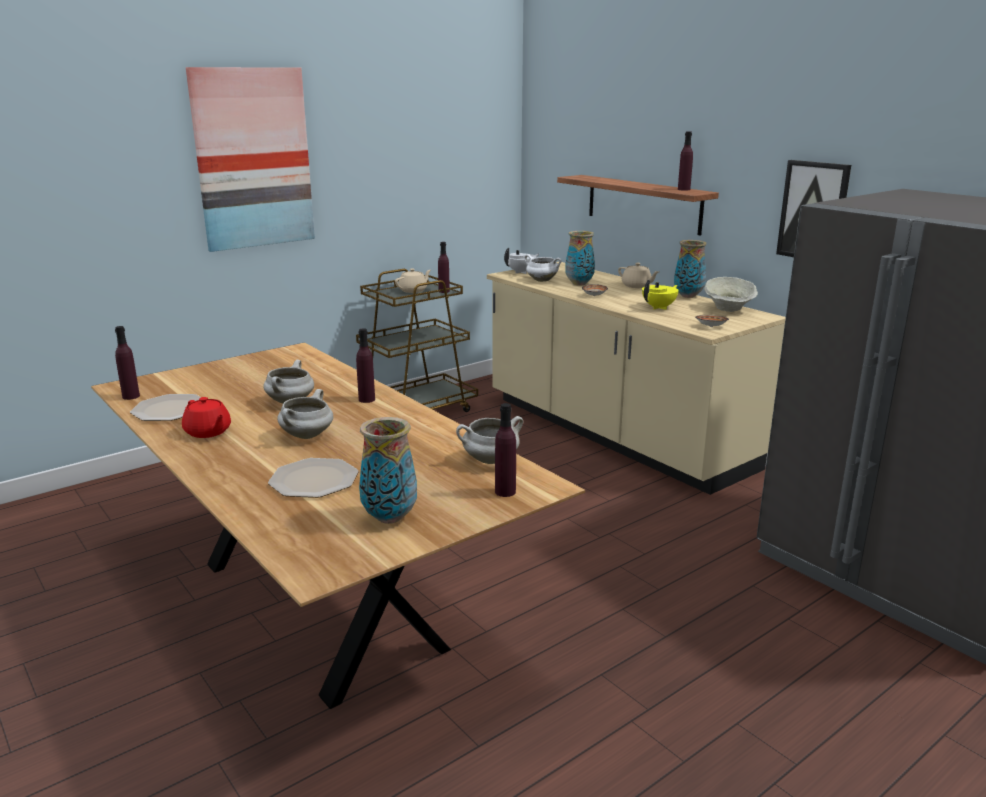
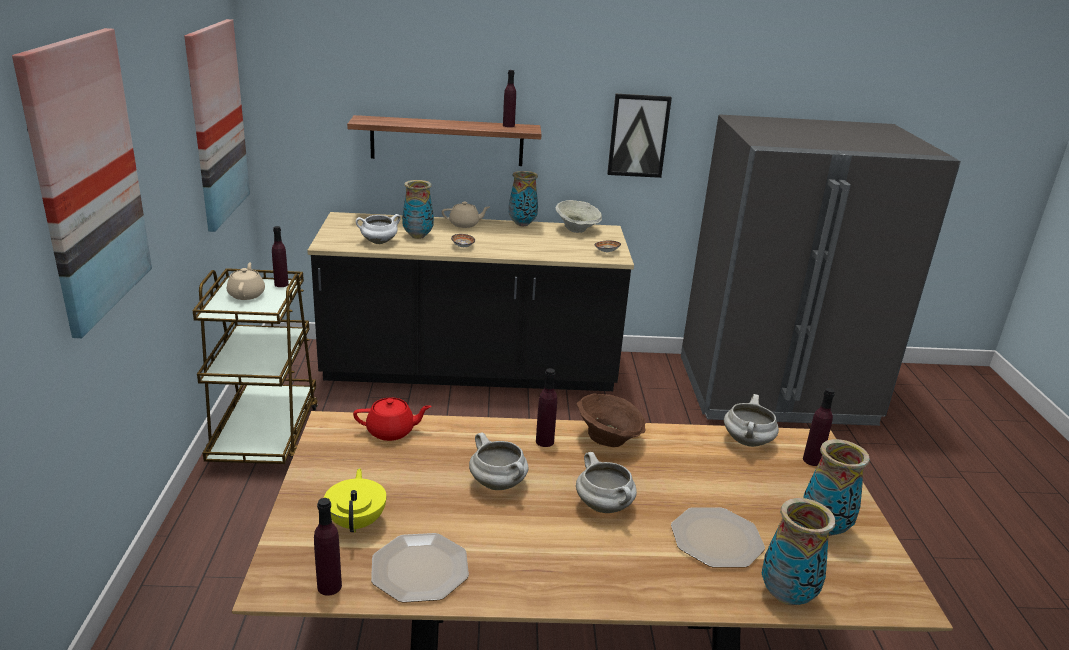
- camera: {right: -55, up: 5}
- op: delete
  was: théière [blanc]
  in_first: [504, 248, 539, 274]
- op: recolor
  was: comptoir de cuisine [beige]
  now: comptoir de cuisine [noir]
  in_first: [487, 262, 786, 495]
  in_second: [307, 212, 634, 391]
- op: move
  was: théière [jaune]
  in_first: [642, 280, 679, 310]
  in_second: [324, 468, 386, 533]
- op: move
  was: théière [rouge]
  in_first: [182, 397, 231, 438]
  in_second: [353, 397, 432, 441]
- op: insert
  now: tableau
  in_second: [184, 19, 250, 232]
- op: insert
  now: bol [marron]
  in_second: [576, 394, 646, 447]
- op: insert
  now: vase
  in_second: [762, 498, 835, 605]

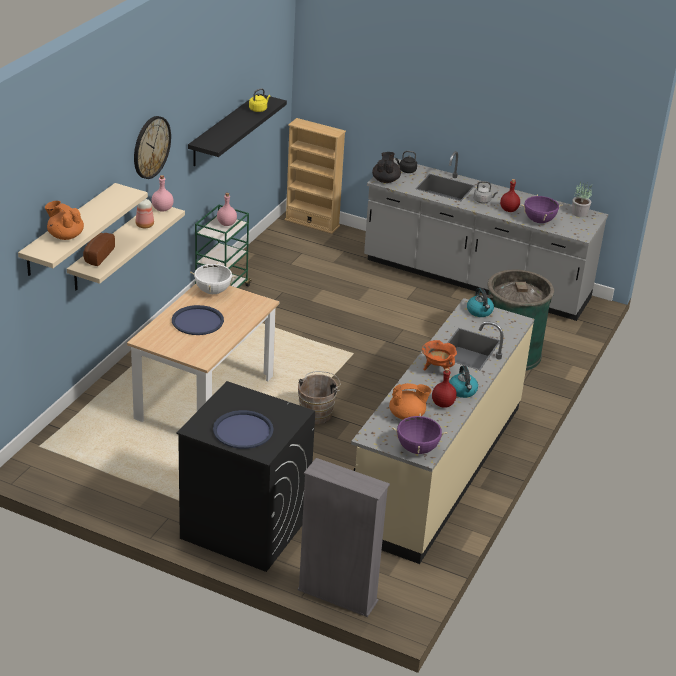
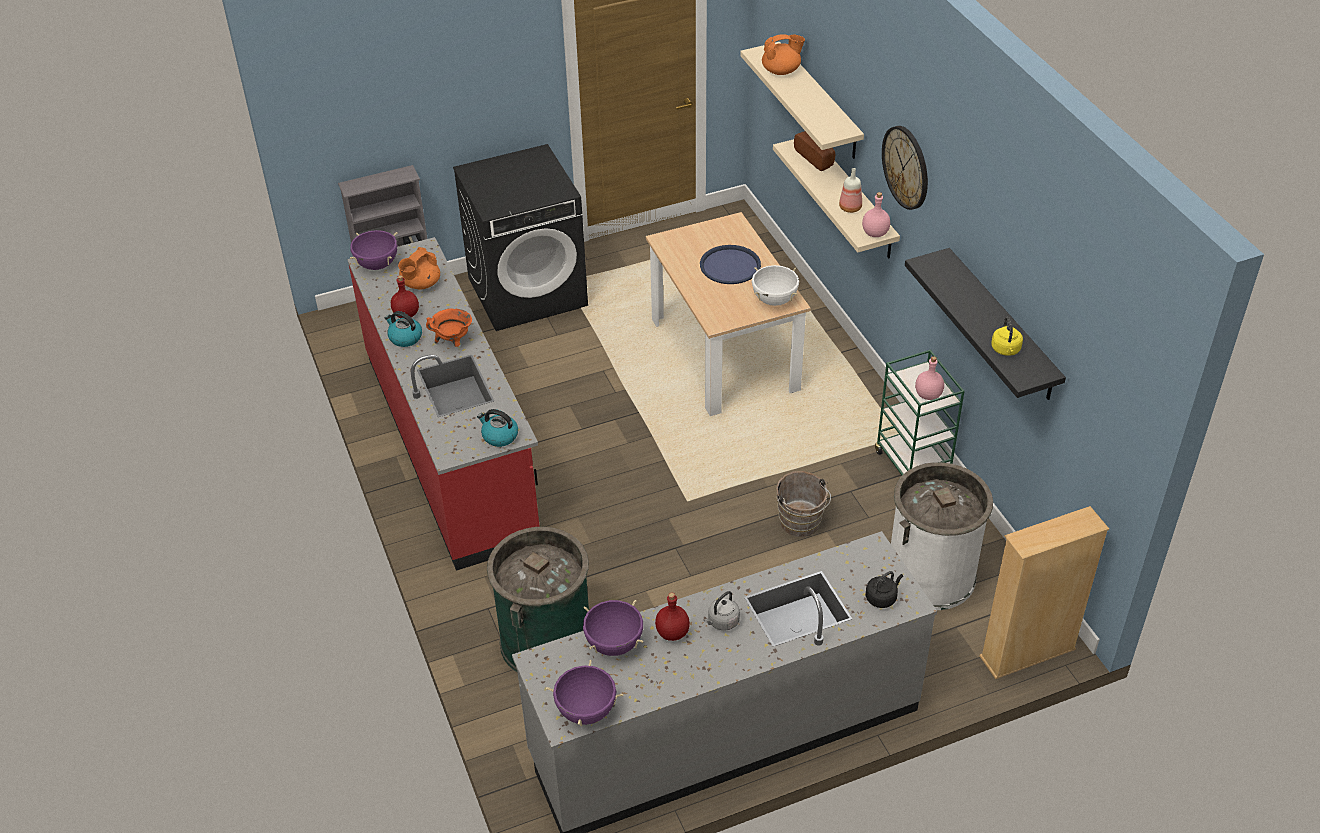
- camera: {right: 135, up: 10}
- op: delete
  was: théière [noir]
  in_first: [372, 152, 401, 183]
- op: replace
  was: plante en pot
  now: marmite [violet]
  in_first: [572, 182, 592, 217]
  in_second: [546, 660, 624, 726]
- op: recolor
  was: comptoir de cuisine [beige]
  now: comptoir de cuisine [rouge]
  in_first: [351, 298, 534, 564]
  in_second: [347, 237, 540, 571]
- op: move
  was: seau [marron]
  in_first: [298, 371, 341, 424]
  in_second: [776, 471, 831, 537]
- op: delete
  was: plateau [bleu]
  in_first: [213, 410, 274, 449]
- op: insert
  now: poubelle [blanc]
  in_second: [891, 462, 993, 610]

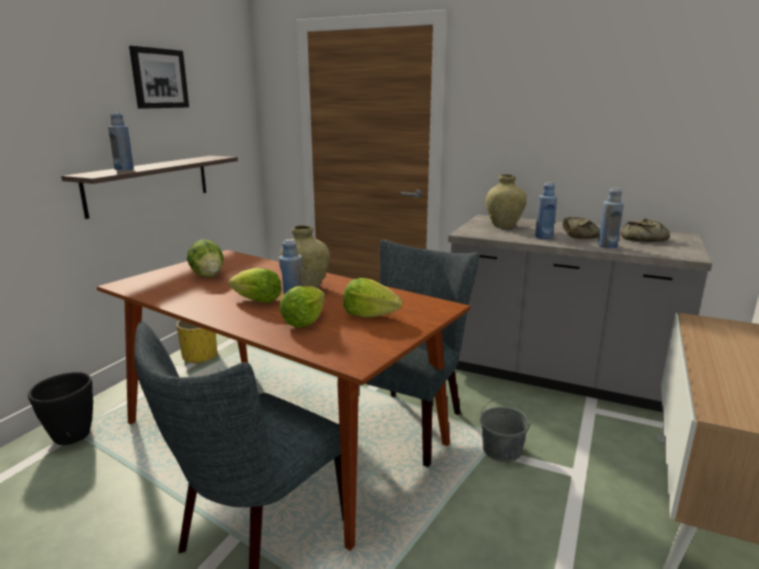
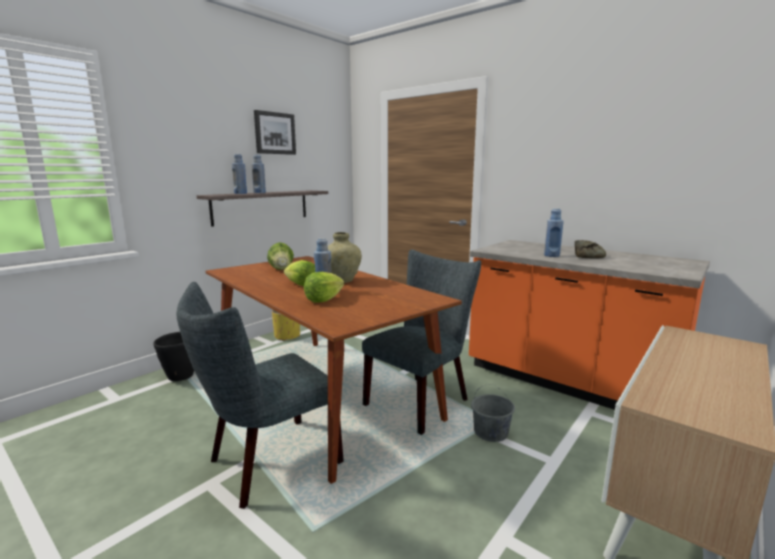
- camera: {right: 15, up: -5}
- op: delete
  was: vase [beige]
  in_first: [486, 174, 527, 228]
- op: move
  was: bouteille [bleu]
  in_first: [598, 188, 624, 249]
  in_second: [251, 154, 266, 193]
- op: recolor
  was: comptoir de cuisine [gris]
  now: comptoir de cuisine [orange]
  in_first: [448, 215, 712, 412]
  in_second: [469, 240, 710, 410]
- op: delete
  was: pain
  in_first: [620, 219, 670, 242]
- op: delete
  was: laitue
  in_first: [343, 278, 402, 318]

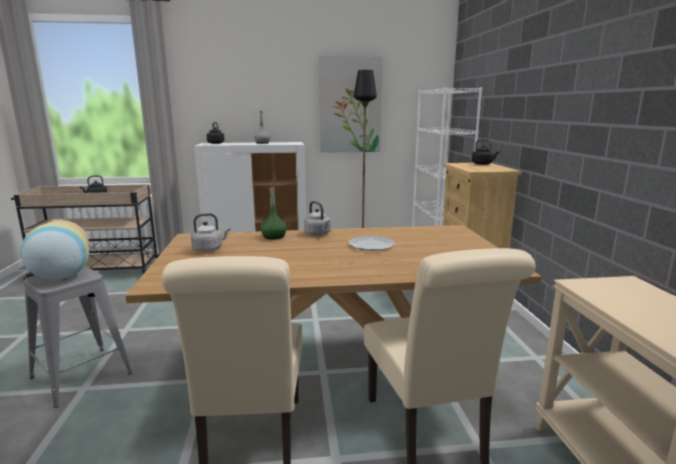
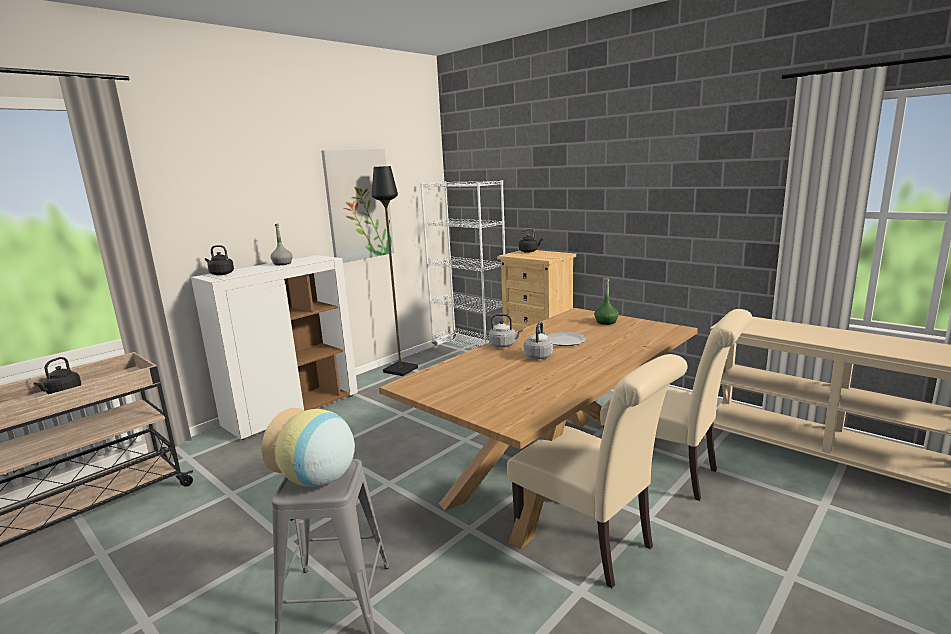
- camera: {right: -40, up: 0}
- op: move
  was: bouteille [vert]
  in_first: [260, 186, 287, 239]
  in_second: [594, 278, 619, 325]
- op: move
  was: bouilloire [gris]
  in_first: [191, 213, 231, 252]
  in_second: [524, 322, 553, 359]

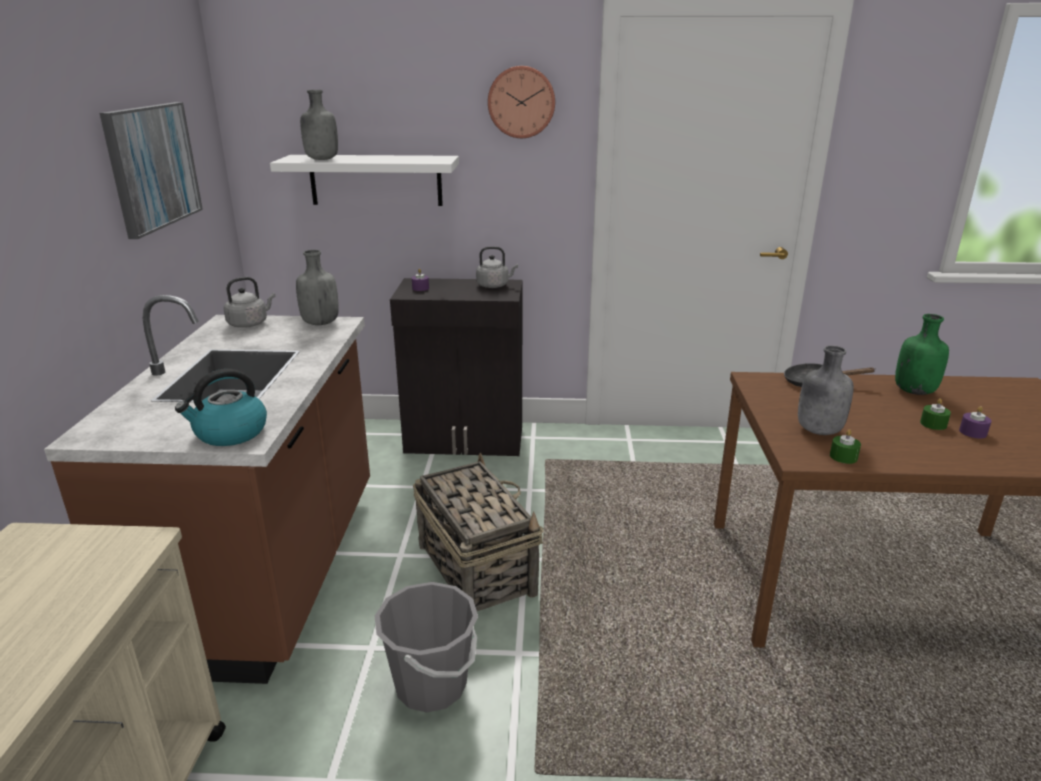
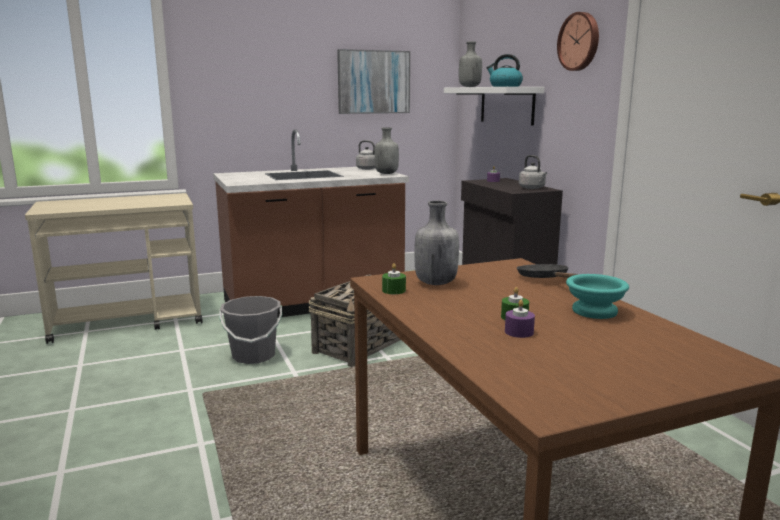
- camera: {right: 65, up: -10}
- op: replace
  was: bouteille [vert]
  now: bol [turquoise]
  in_first: [895, 314, 949, 395]
  in_second: [566, 274, 629, 319]
- op: move
  was: bouilloire
  in_first: [175, 369, 267, 446]
  in_second: [486, 54, 523, 87]

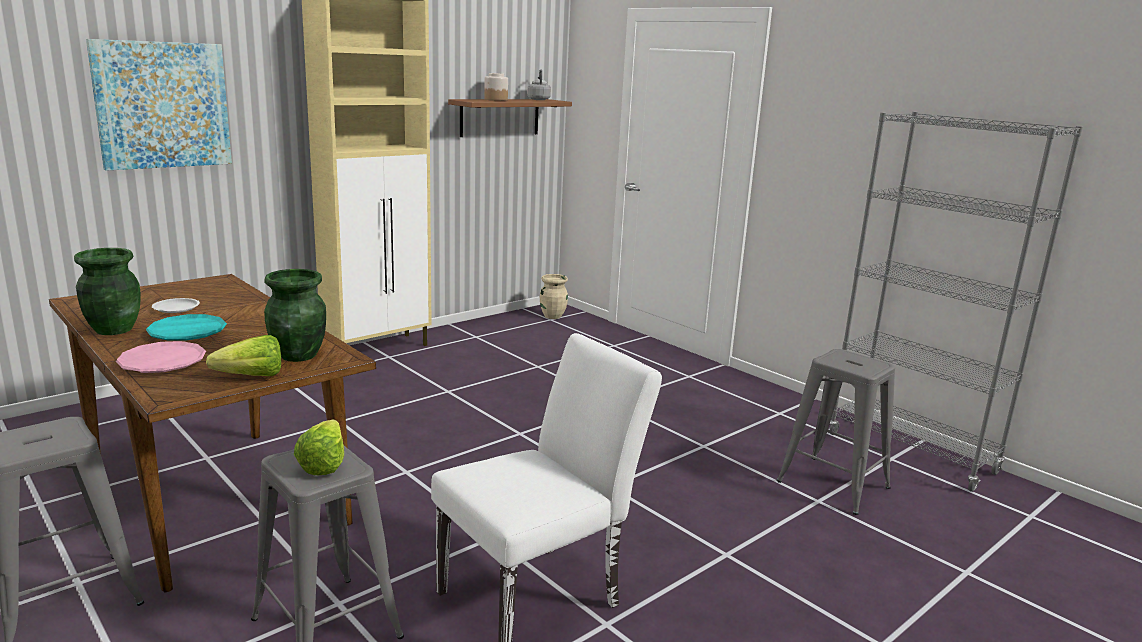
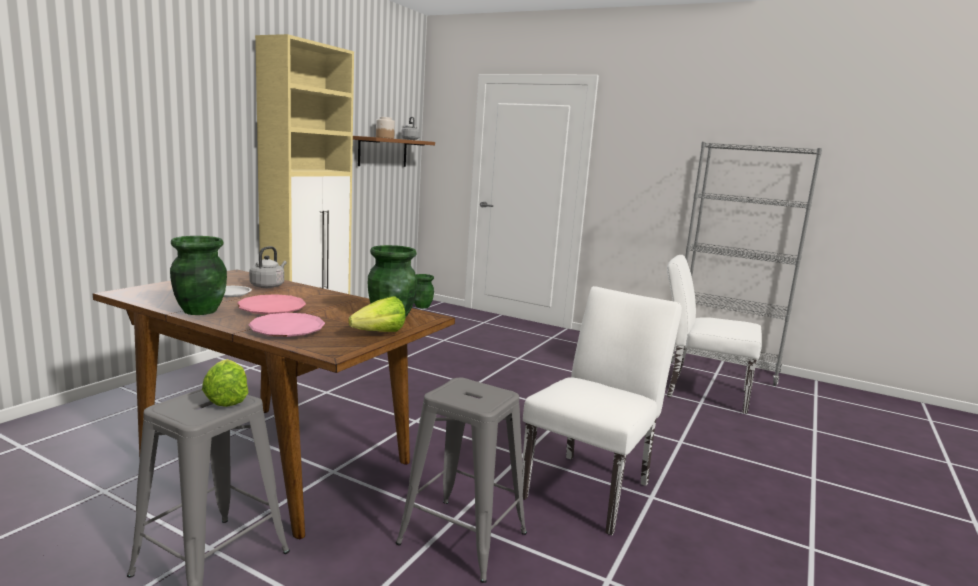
- camera: {right: -20, up: -5}
- op: delete
  was: tableau
  in_first: [86, 39, 232, 171]
- op: recolor
  was: vase [beige]
  now: vase [vert]
  in_first: [540, 274, 568, 319]
  in_second: [414, 274, 434, 309]
- op: recolor
  was: assiette [turquoise]
  now: assiette [rose]
  in_first: [146, 314, 227, 341]
  in_second: [237, 294, 306, 314]
- op: replace
  was: tabouret [gris]
  now: chaise [blanc]
  in_first: [777, 349, 895, 515]
  in_second: [667, 255, 762, 414]
- op: move
  was: laitue
  in_first: [294, 420, 344, 475]
  in_second: [202, 359, 248, 407]
- op: insert
  now: bouilloire [gris]
  in_second: [249, 246, 287, 288]

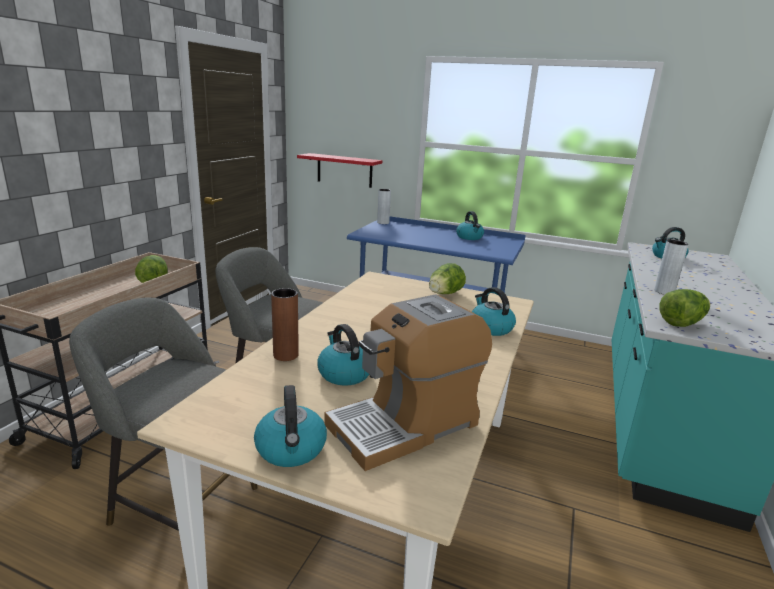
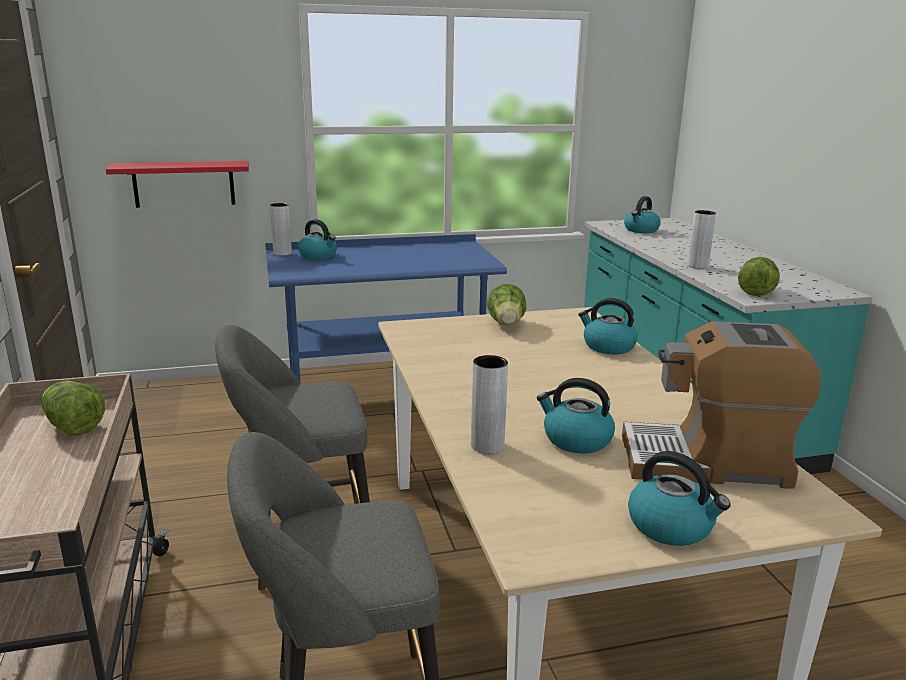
- camera: {right: -35, up: 0}
- op: move
  was: bouilloire
  in_first: [456, 211, 484, 240]
  in_second: [298, 219, 337, 260]
- op: recolor
  was: vase [marron]
  now: vase [gris]
  in_first: [271, 288, 299, 361]
  in_second: [471, 355, 508, 454]
- op: rotate
  was: machine à café
  in_first: [324, 294, 492, 471]
  in_second: [622, 321, 821, 489]
  clockwise: 75

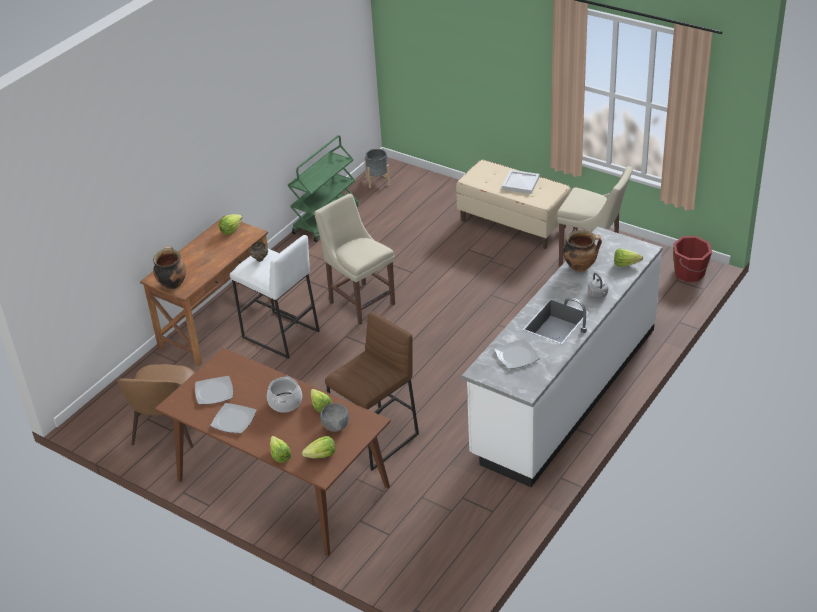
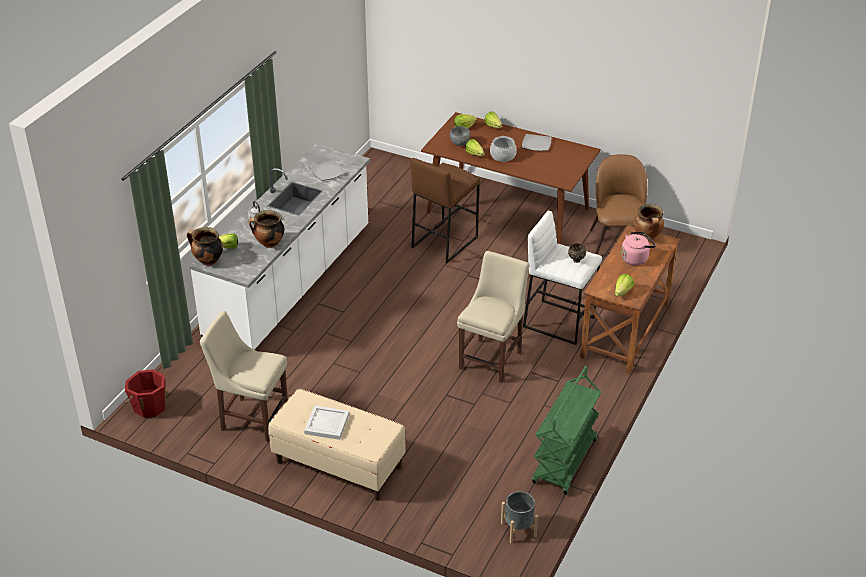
- camera: {right: 170, up: 0}
- op: rotate
  was: chaise [beige]
  in_first: [314, 194, 395, 325]
  in_second: [457, 251, 529, 383]
  clockwise: -105
- op: delete
  was: assiette
  in_first: [195, 376, 233, 405]
- op: insert
  now: marmite
  in_second: [187, 227, 223, 265]
- op: insert
  now: bouilloire [rose]
  in_second: [621, 231, 656, 265]

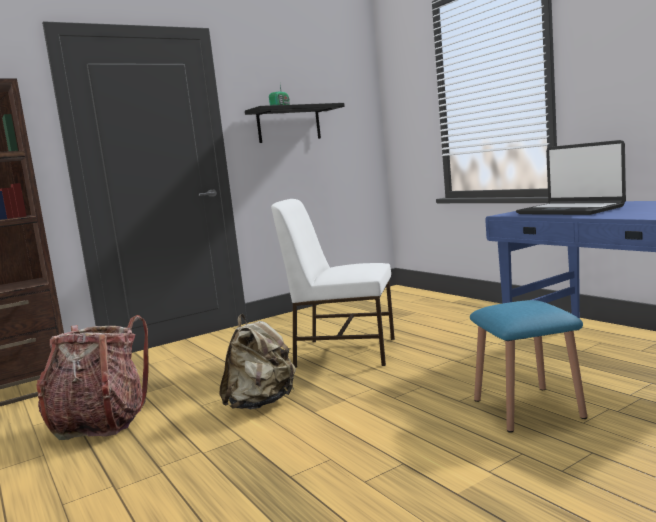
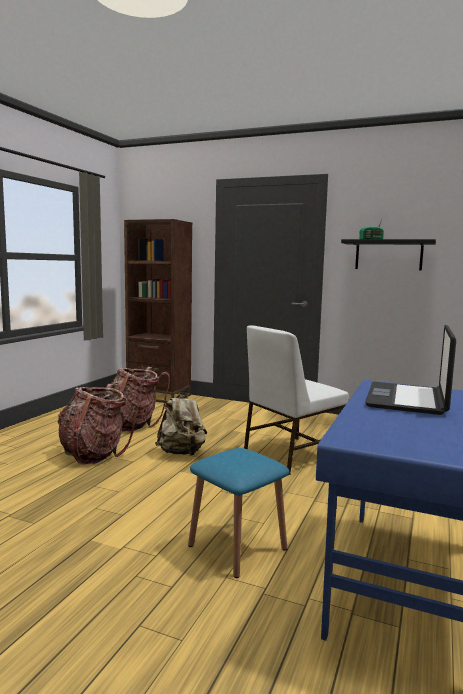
- camera: {right: 55, up: 0}
- op: rotate
  was: chaise [blanc]
  in_first: [271, 199, 395, 368]
  in_second: [244, 326, 349, 475]
  clockwise: -105
- op: insert
  now: sac à dos
  in_second: [58, 384, 139, 465]

